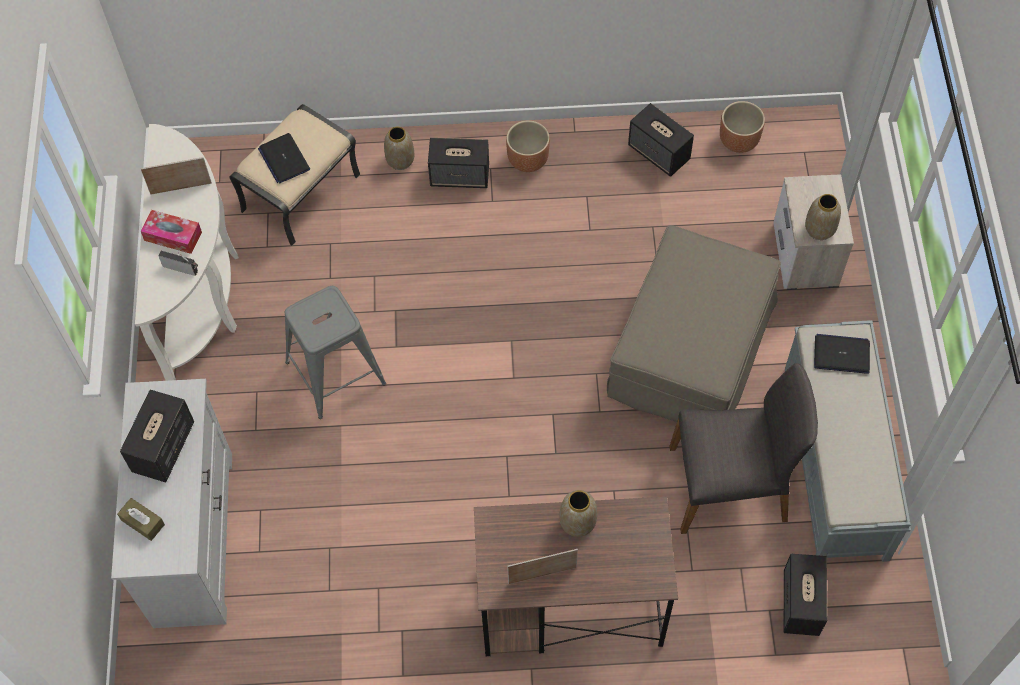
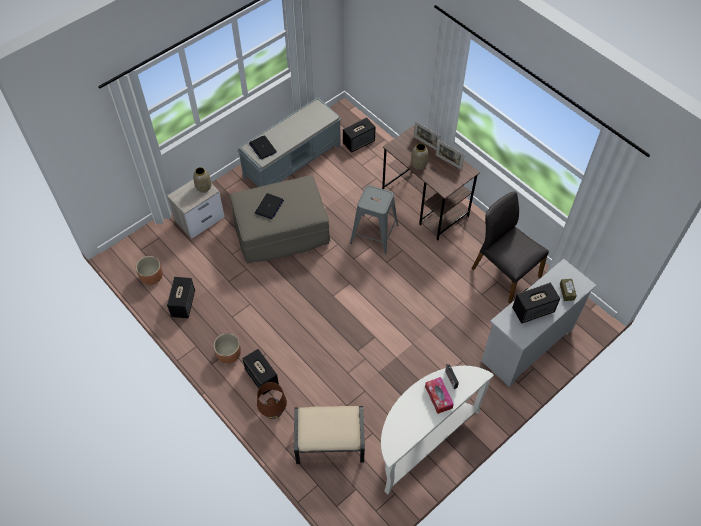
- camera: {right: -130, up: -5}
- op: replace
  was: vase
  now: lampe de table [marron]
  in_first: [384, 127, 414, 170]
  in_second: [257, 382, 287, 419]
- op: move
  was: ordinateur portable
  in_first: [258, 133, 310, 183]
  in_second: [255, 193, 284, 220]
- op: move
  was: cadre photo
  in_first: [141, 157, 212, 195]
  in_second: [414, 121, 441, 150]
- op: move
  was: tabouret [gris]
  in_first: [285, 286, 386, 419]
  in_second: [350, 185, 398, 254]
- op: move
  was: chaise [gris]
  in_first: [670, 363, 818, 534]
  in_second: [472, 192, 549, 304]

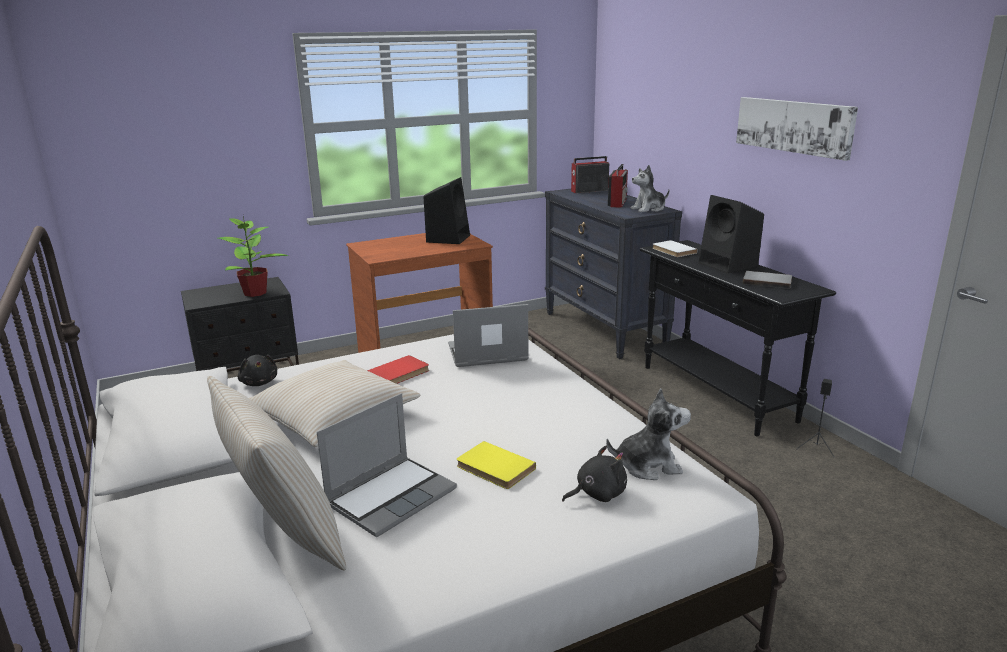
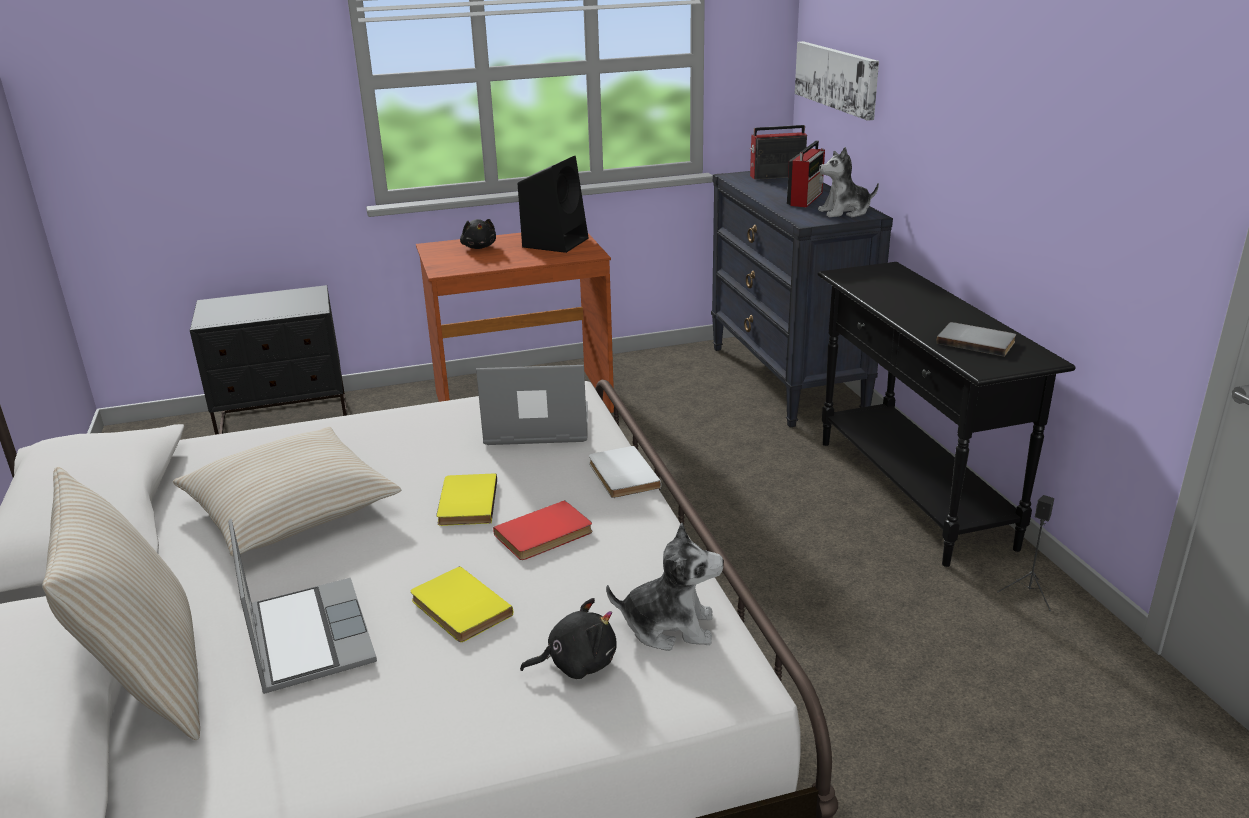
- camera: {right: 10, up: 5}
- op: move
  was: tableau
  in_first: [736, 97, 858, 161]
  in_second: [795, 41, 879, 121]
- op: delete
  was: enceinte [noir]
  in_first: [698, 195, 764, 273]
- op: delete
  was: plante en pot
  in_first: [218, 215, 289, 297]
- op: move
  was: livre [blanc]
  in_first: [652, 240, 698, 257]
  in_second: [589, 446, 661, 498]
- op: move
  was: peluche [noir]
  in_first: [238, 355, 277, 386]
  in_second: [460, 219, 496, 249]
- op: move
  was: livre [rouge]
  in_first: [367, 355, 429, 384]
  in_second: [493, 500, 593, 560]
- op: rotate
  was: ordinateur portable
  in_first: [317, 393, 457, 537]
  in_second: [228, 519, 377, 694]
  clockwise: -75
- op: insert
  now: livre [jaune]
  in_second: [437, 473, 497, 526]

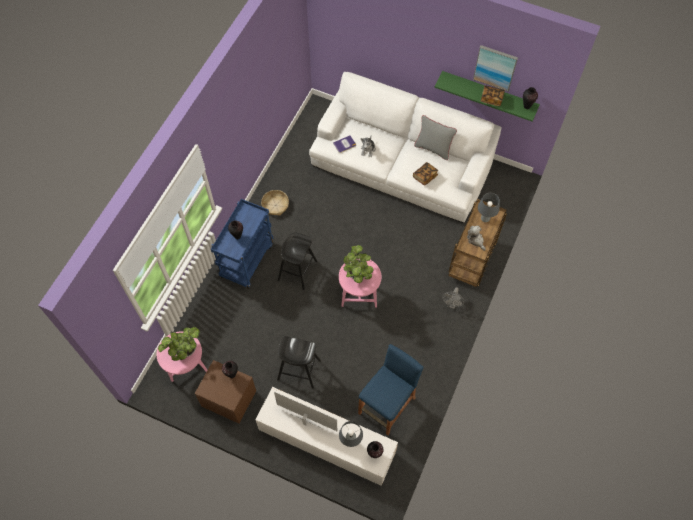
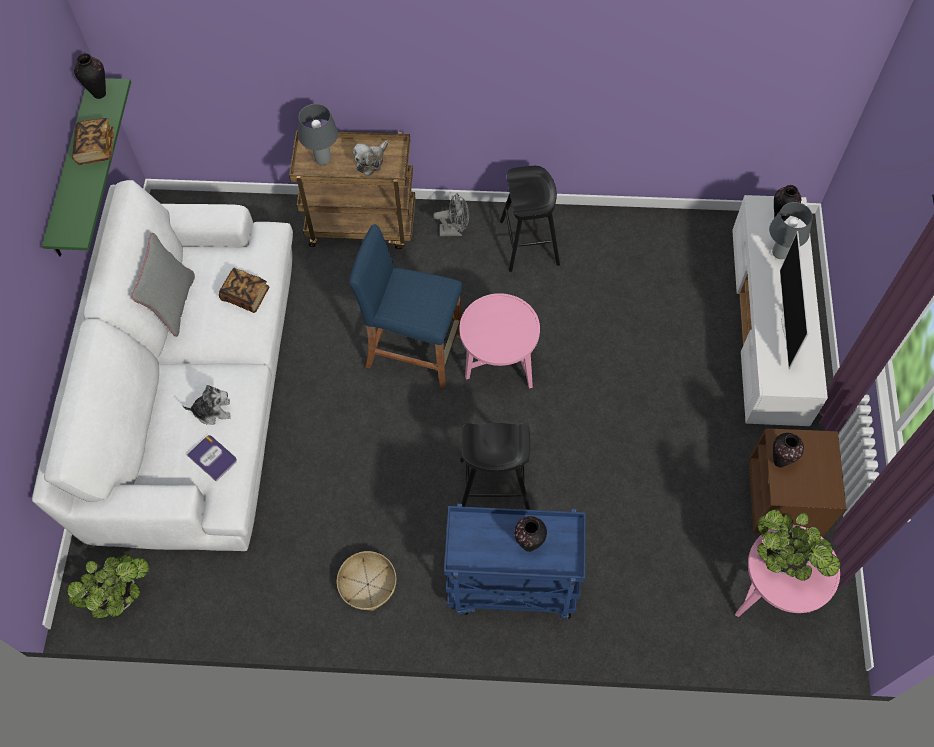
- camera: {right: -110, up: 0}
- op: delete
  was: tableau
  in_first: [473, 45, 518, 91]
- op: move
  was: plante en pot
  in_first: [343, 245, 374, 283]
  in_second: [67, 554, 149, 619]
- op: move
  was: tabouret [noir]
  in_first: [277, 336, 321, 388]
  in_second: [500, 166, 560, 272]
- op: move
  was: tabouret [bleu]
  in_first: [358, 344, 424, 436]
  in_second: [349, 224, 462, 388]

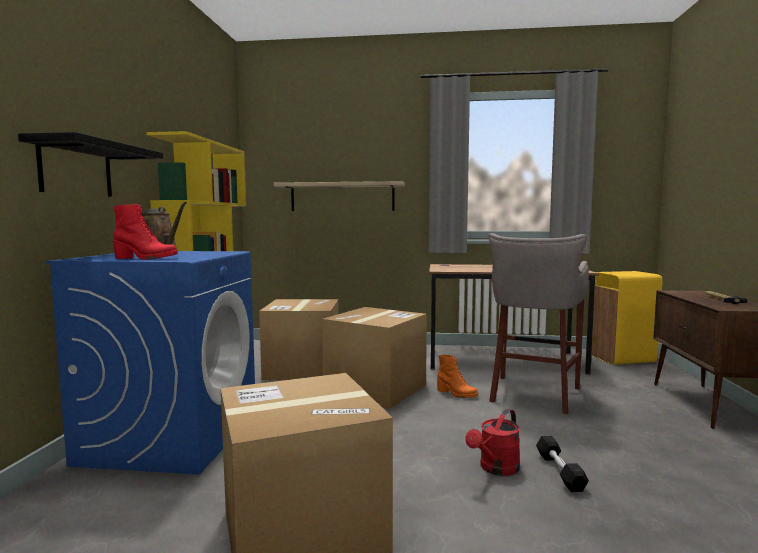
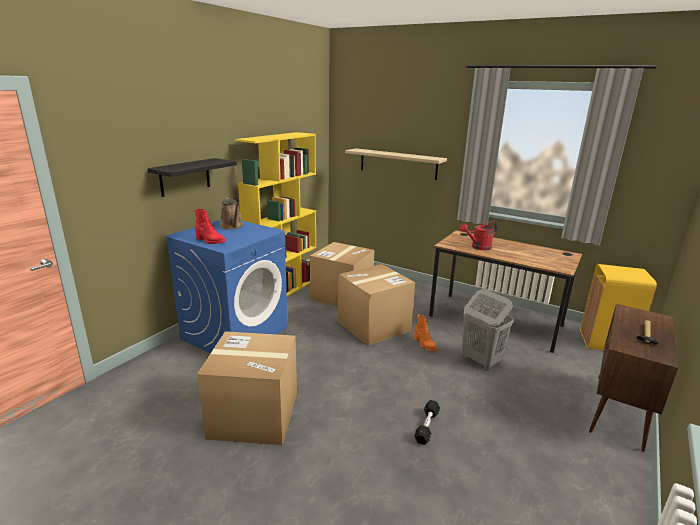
- camera: {right: 25, up: 15}
- op: replace
  was: tabouret [gris]
  now: panier à linge [gris]
  in_first: [488, 233, 589, 414]
  in_second: [462, 289, 514, 369]
- op: move
  was: arrosoir [rouge]
  in_first: [465, 409, 520, 476]
  in_second: [460, 221, 497, 250]

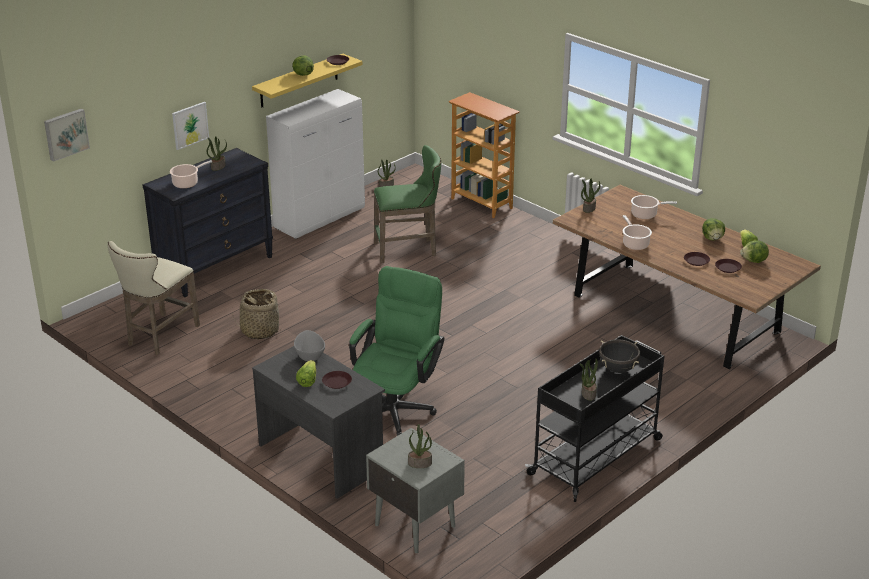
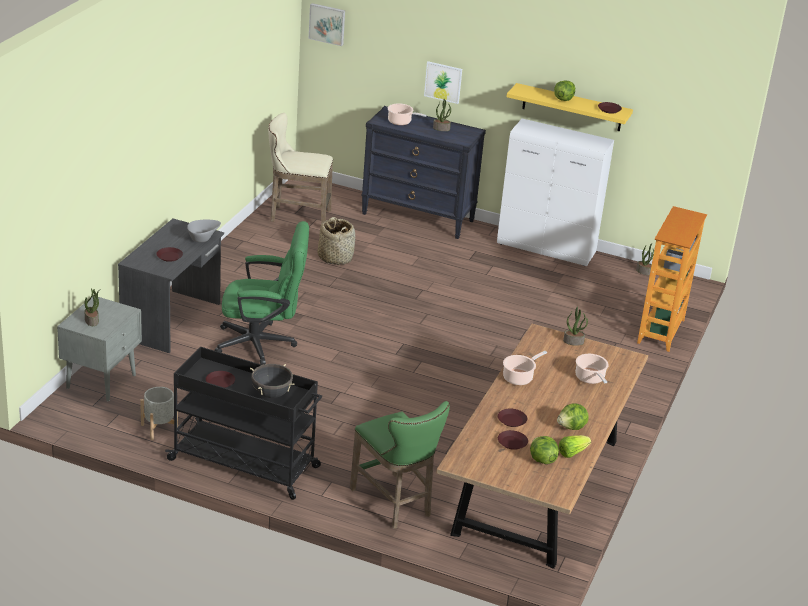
- camera: {right: 65, up: 0}
- op: move
  was: tabouret [vert]
  in_first: [374, 145, 441, 263]
  in_second: [350, 401, 450, 529]
- op: replace
  was: plante en pot
  now: assiette [marron]
  in_first: [580, 359, 598, 401]
  in_second: [206, 371, 235, 388]
- op: delete
  was: laitue
  in_first: [296, 360, 316, 387]
- op: insert
  now: cache-pot [gris]
  in_second: [140, 387, 178, 440]

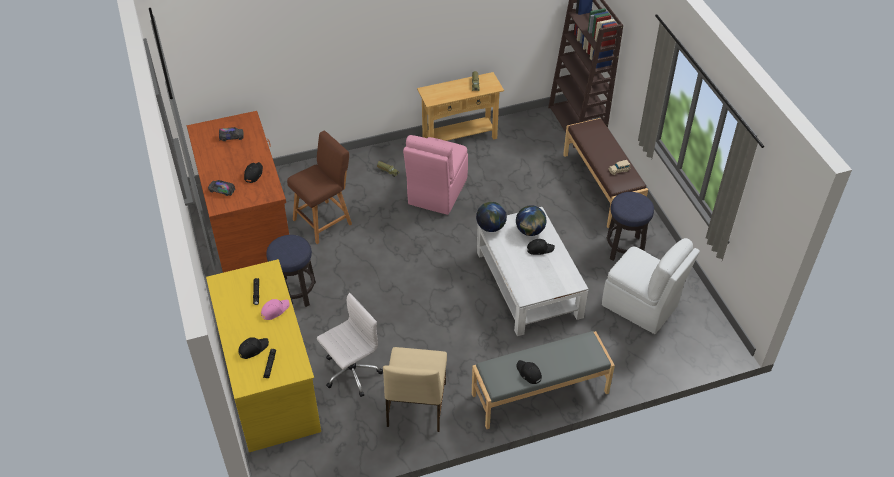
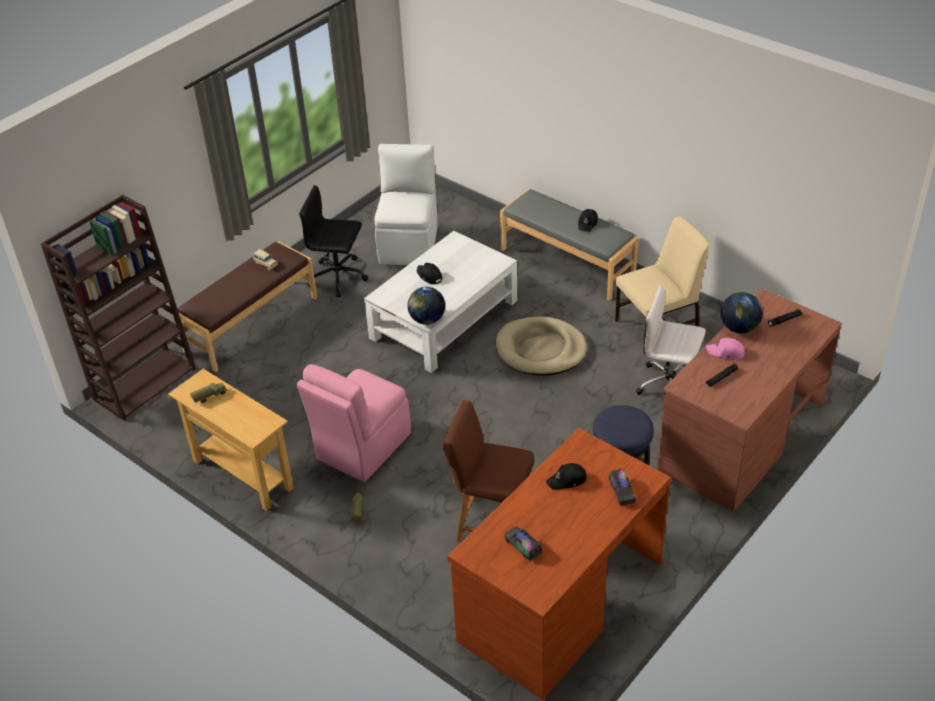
- camera: {right: -120, up: -5}
- op: rotate
  was: chaise [rose]
  in_first: [403, 135, 468, 215]
  in_second: [297, 364, 411, 482]
  clockwise: 135
- op: replace
  was: tabouret
  now: chaise de bureau [noir]
  in_first: [606, 192, 654, 261]
  in_second: [299, 185, 368, 298]
- op: move
  was: globe
  in_first: [516, 205, 546, 236]
  in_second: [721, 292, 763, 333]
- op: recolor
  was: bureau [jaune]
  now: bureau [marron]
  in_first: [206, 259, 321, 452]
  in_second: [657, 289, 842, 512]
- op: delete
  was: casquette [noir]
  in_first: [238, 338, 269, 359]
- op: insert
  now: panier pour chien [beige]
  in_second: [496, 317, 587, 375]

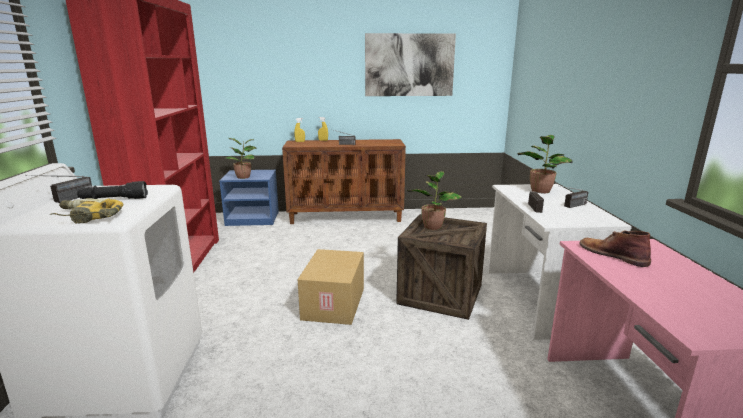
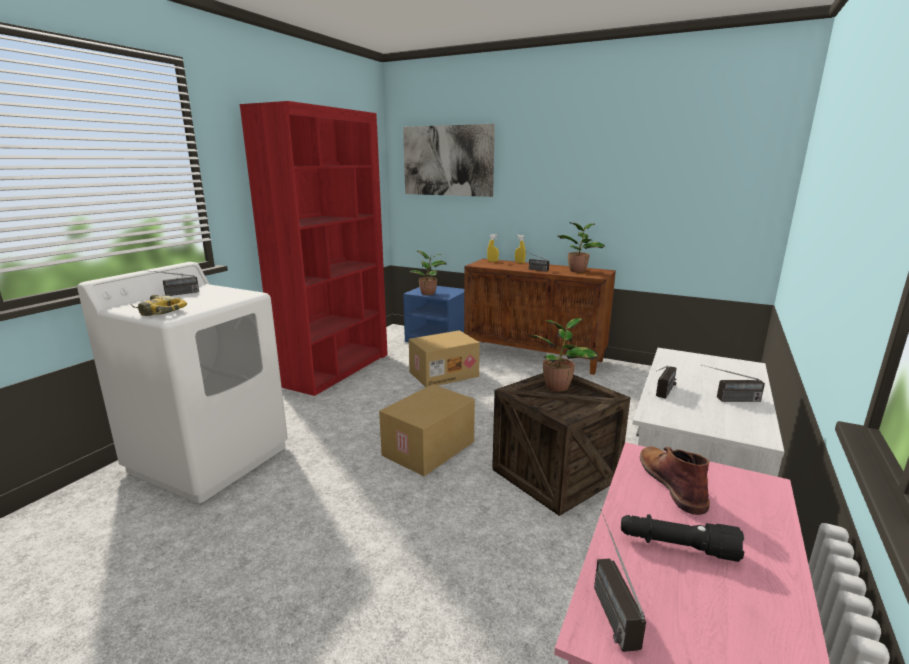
- camera: {right: 30, up: 0}
- op: move
  was: tableau
  in_first: [365, 33, 456, 96]
  in_second: [403, 124, 495, 197]
- op: move
  was: plante en pot
  in_first: [517, 135, 573, 193]
  in_second: [557, 222, 605, 272]
- op: move
  was: lampe de poche [noir]
  in_first: [77, 181, 148, 199]
  in_second: [621, 514, 744, 562]
- op: insert
  now: carton
  in_second: [409, 330, 480, 387]
- op: insert
  now: radio
  in_second: [594, 509, 646, 652]

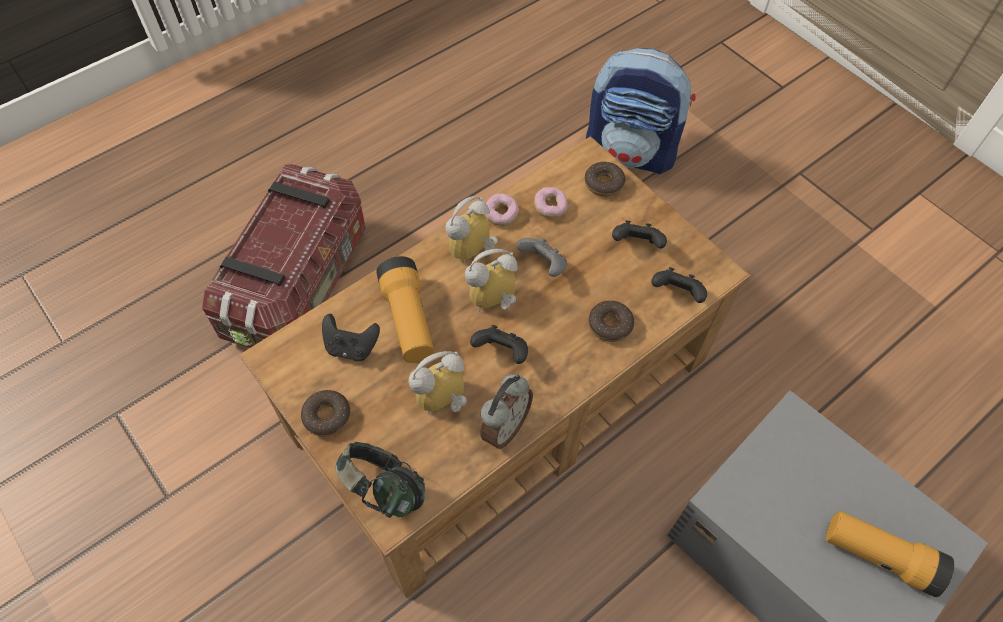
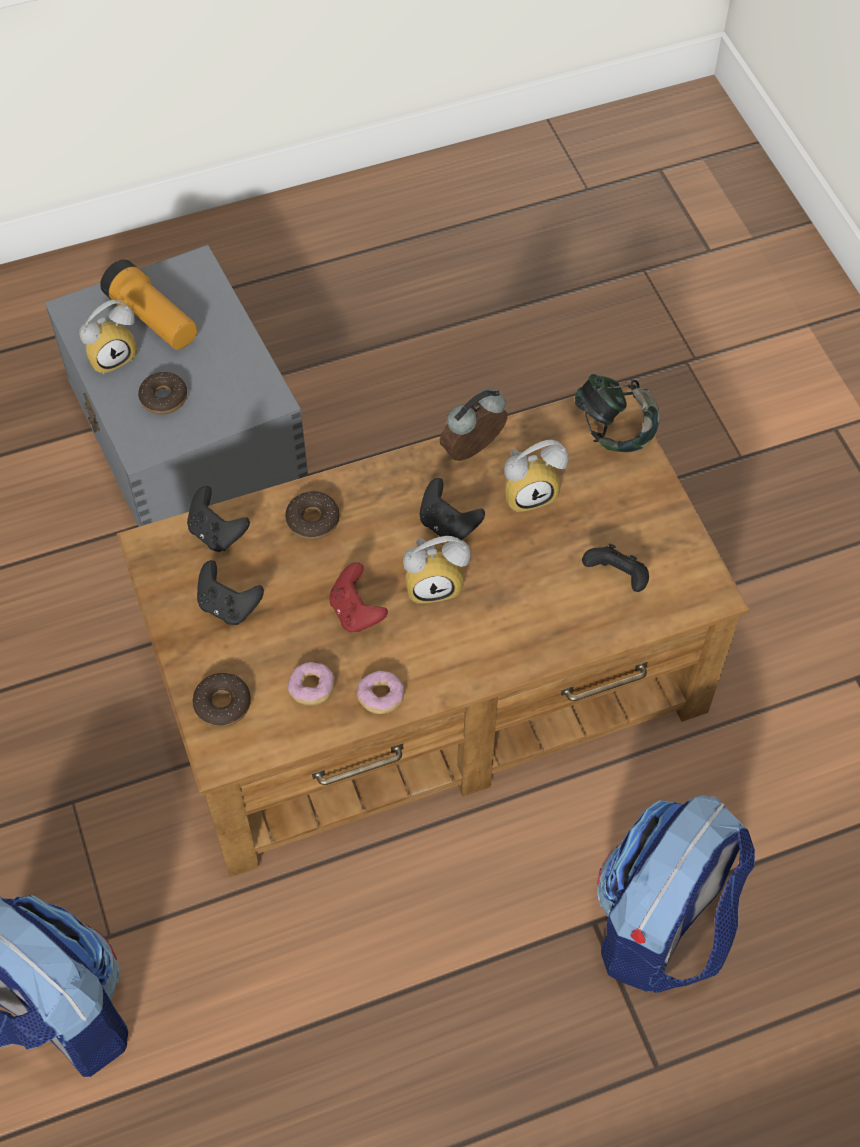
- camera: {right: -160, up: 0}
- op: replace
  was: boîte de rangement
  now: sac à dos
  in_first: [202, 164, 366, 348]
  in_second: [597, 795, 755, 993]
- op: move
  was: réveil
  in_first: [445, 196, 498, 265]
  in_second: [79, 300, 138, 375]
- op: recolor
  was: manette [gris]
  now: manette [rouge]
  in_first: [516, 238, 568, 277]
  in_second: [329, 562, 388, 632]
- op: delete
  was: lampe de poche
  in_first: [377, 256, 434, 363]
- op: move
  was: beignet
  in_first: [301, 390, 350, 436]
  in_second: [138, 372, 187, 414]

